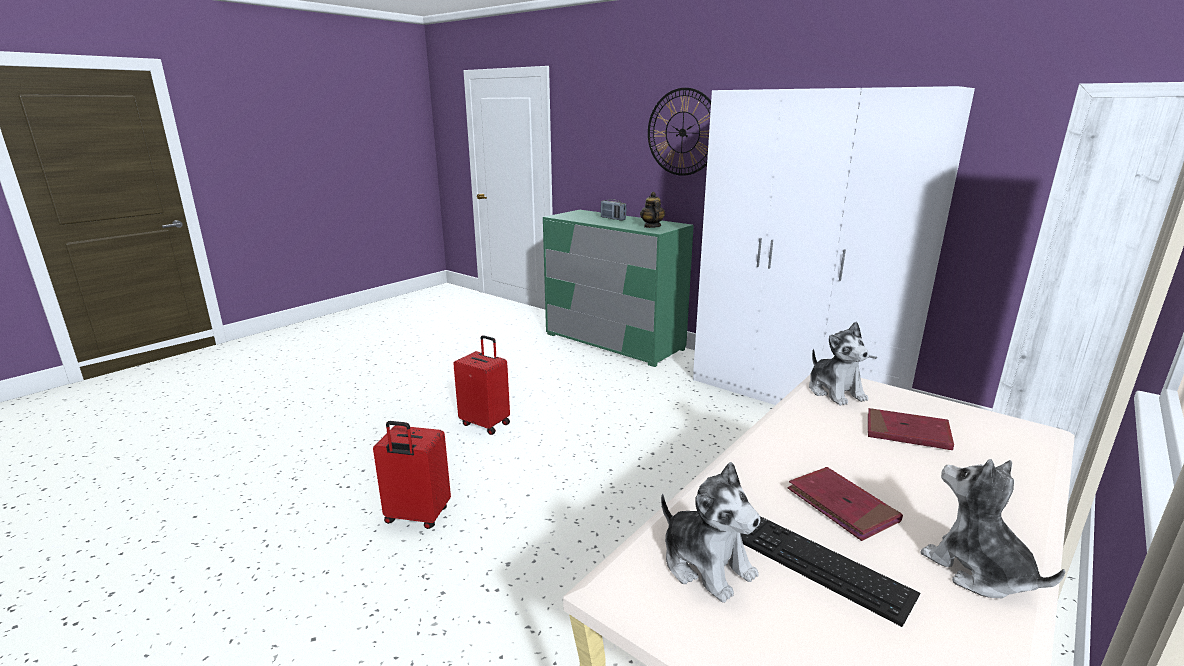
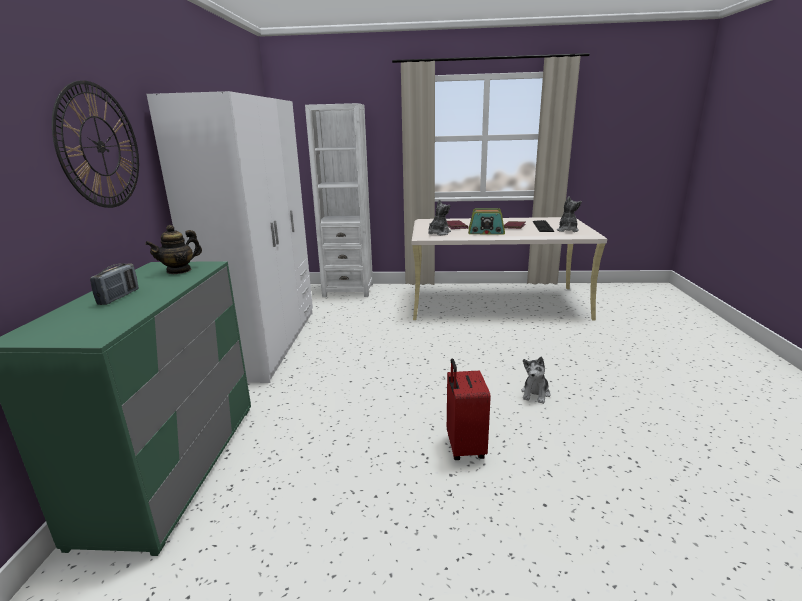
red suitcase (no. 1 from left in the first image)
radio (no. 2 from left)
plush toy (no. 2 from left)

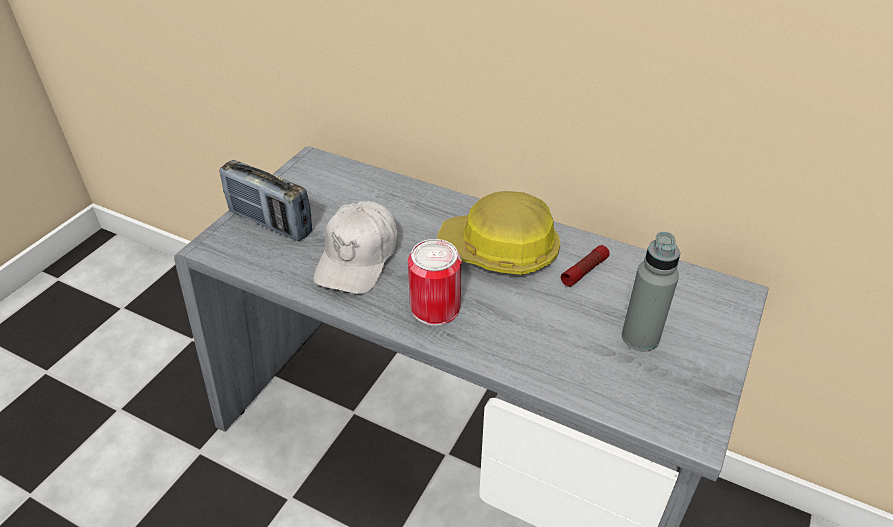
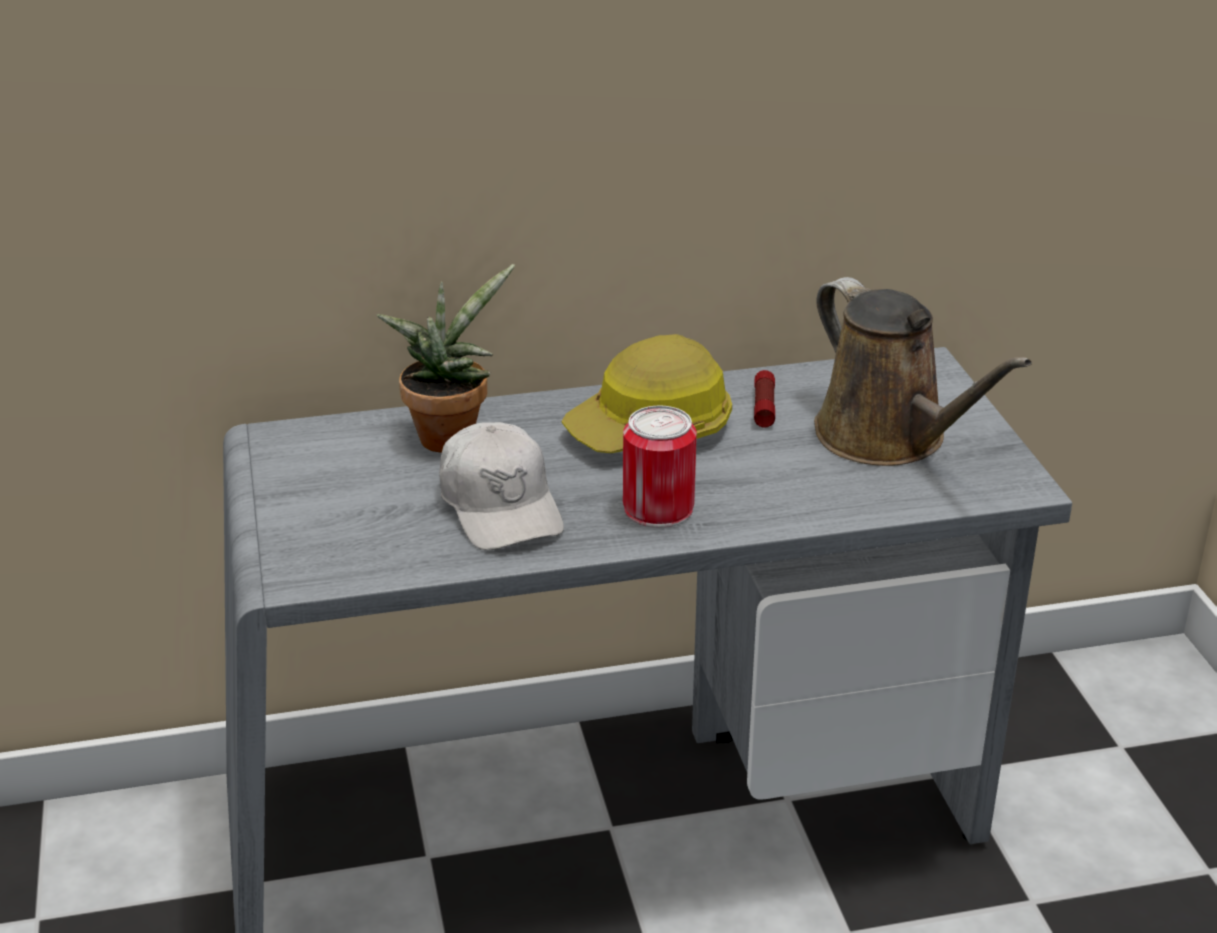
radio
potted plant
brown watering can

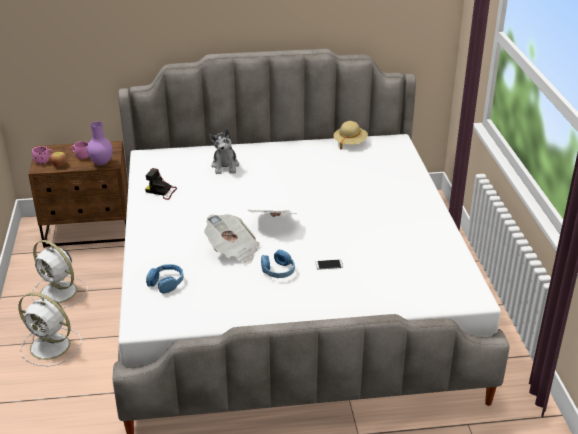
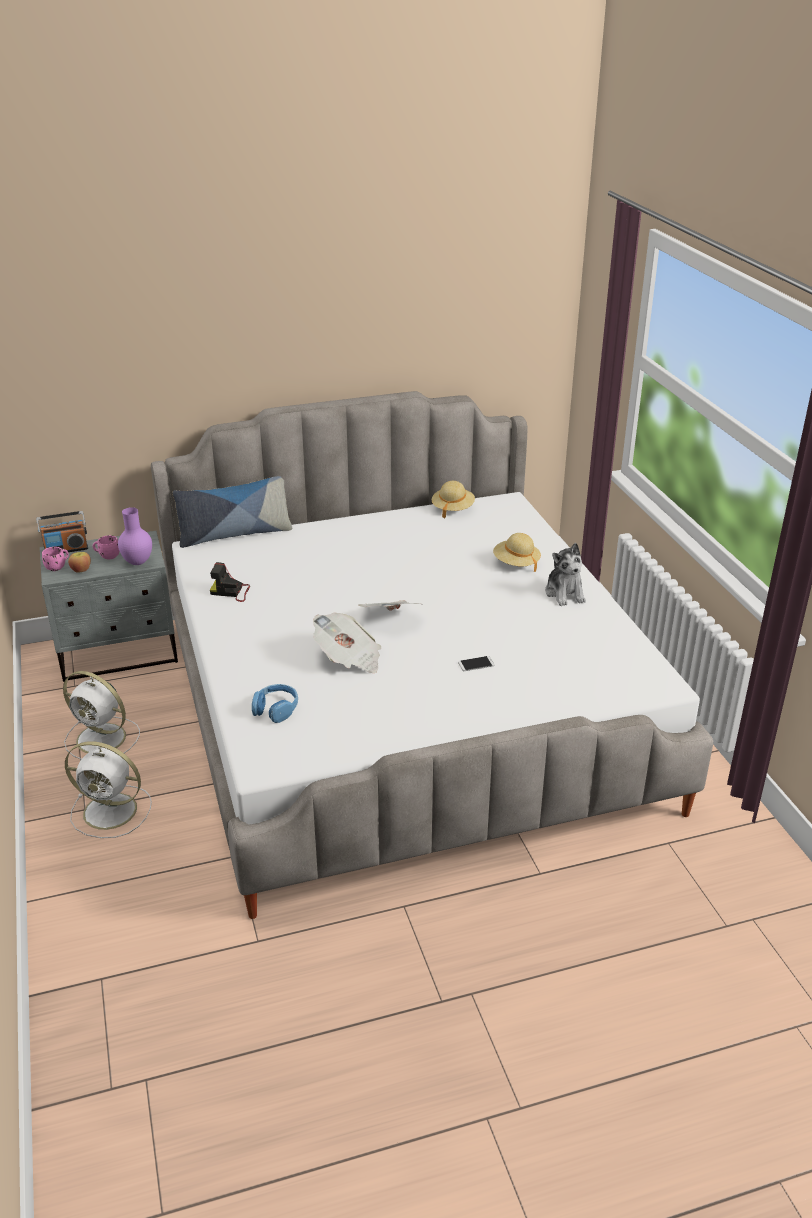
blue headphones (no. 2 from left in the first image)
radio
pillow
beige hat (no. 2 from left)
plush toy
grey nightstand

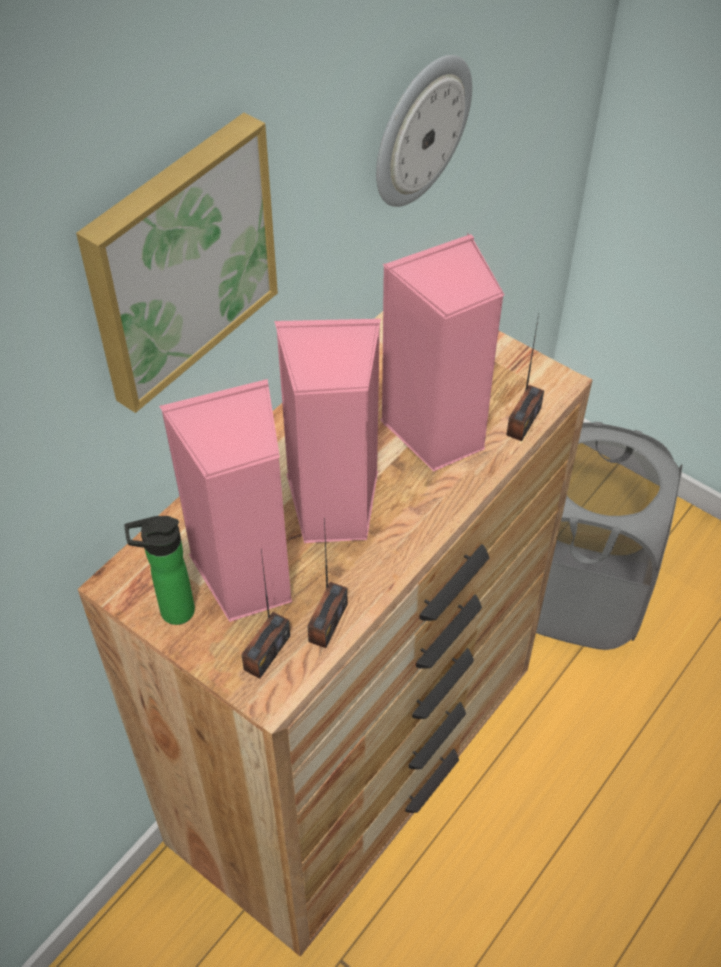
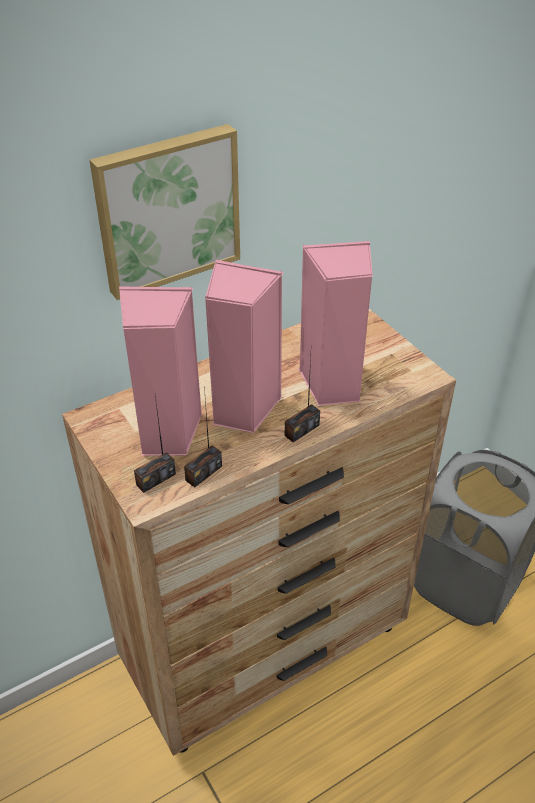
bottle
wall clock
radio (no. 3 from left)

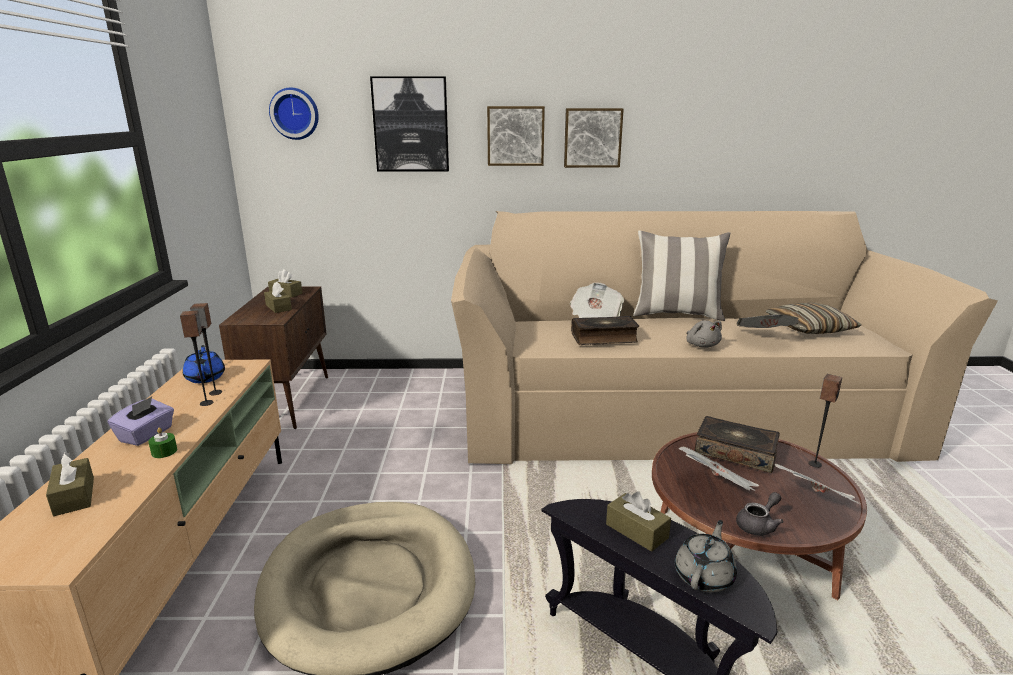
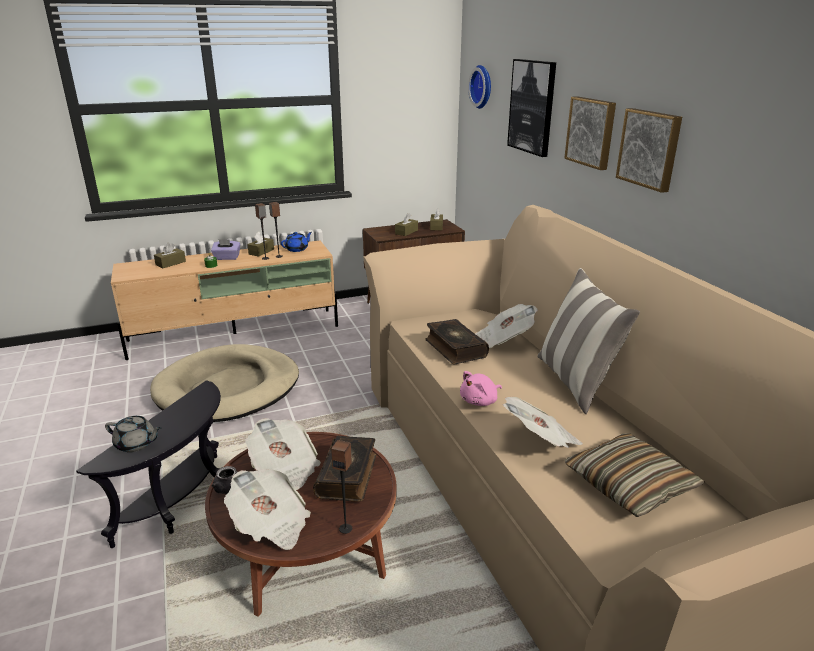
brown tissue box (no. 2 from left)
pink plush toy

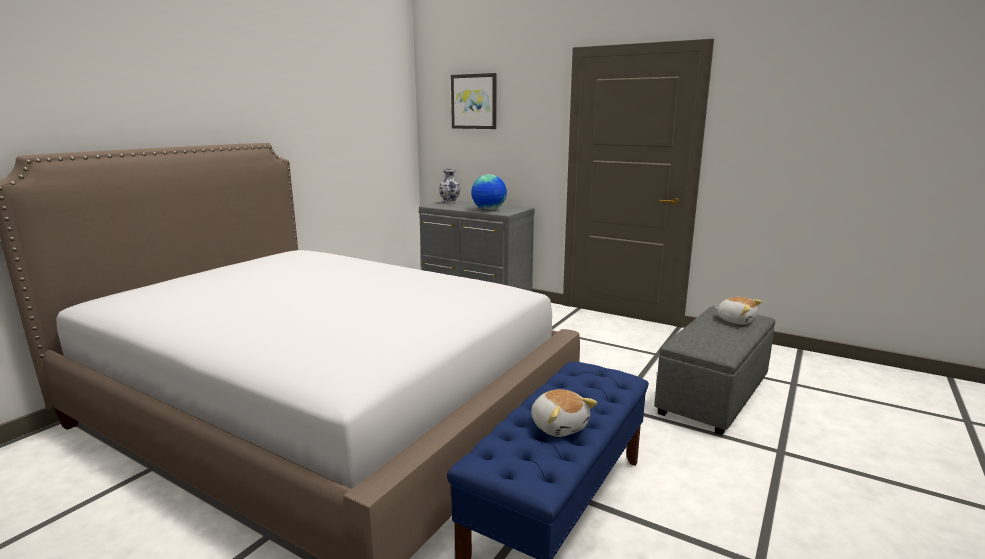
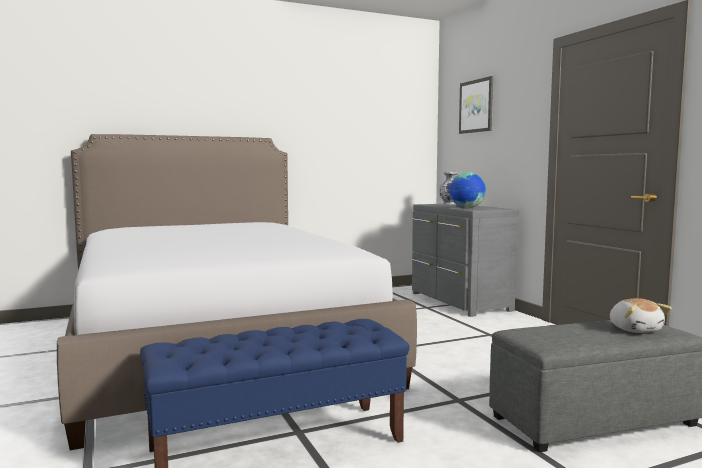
plush toy (no. 1 from left in the first image)

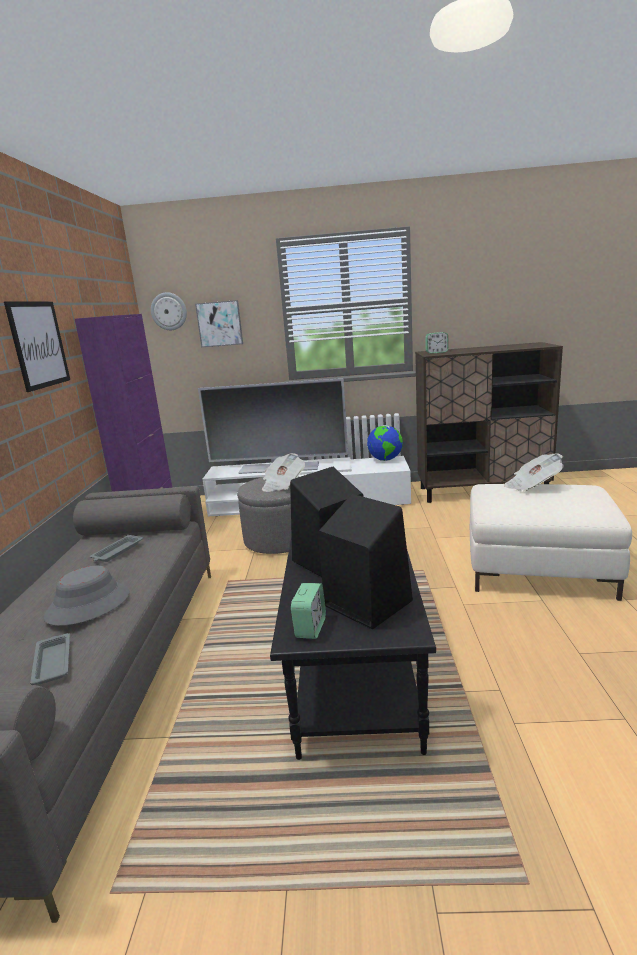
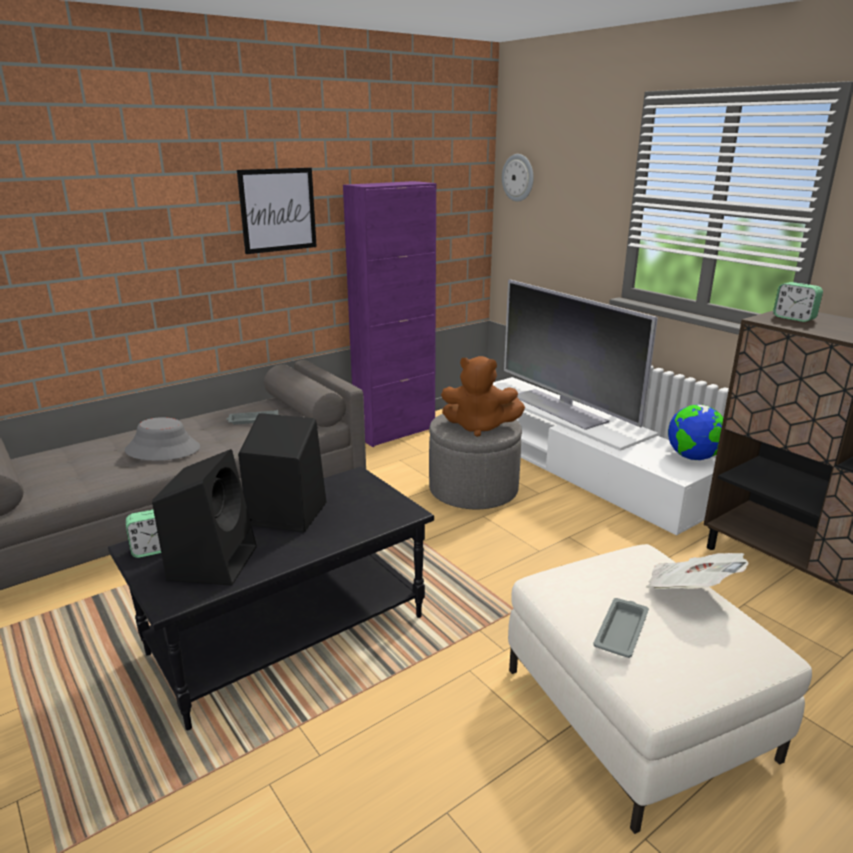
picture (no. 2 from left in the first image)
grey tray (no. 2 from left)
brown plush toy

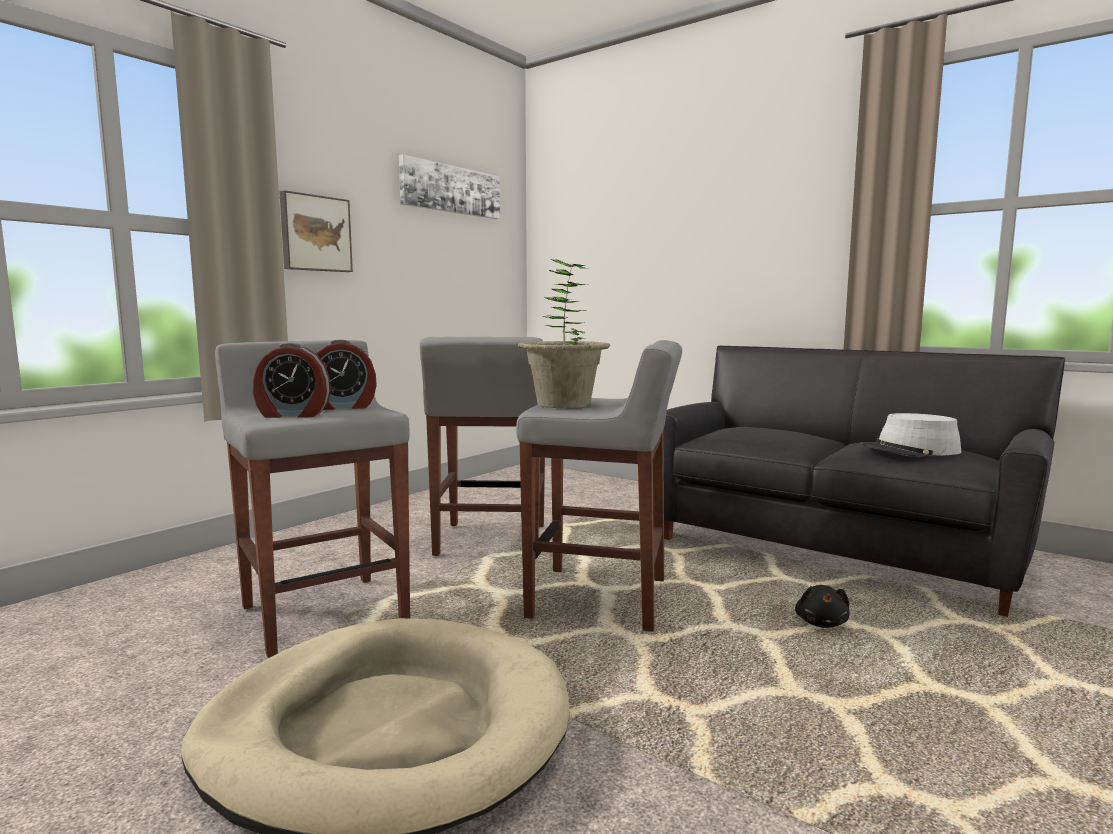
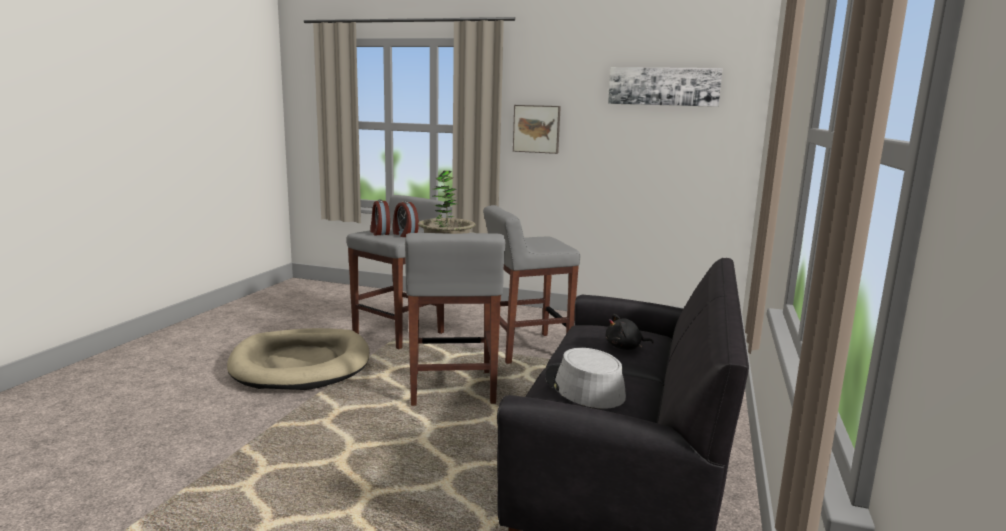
black plush toy

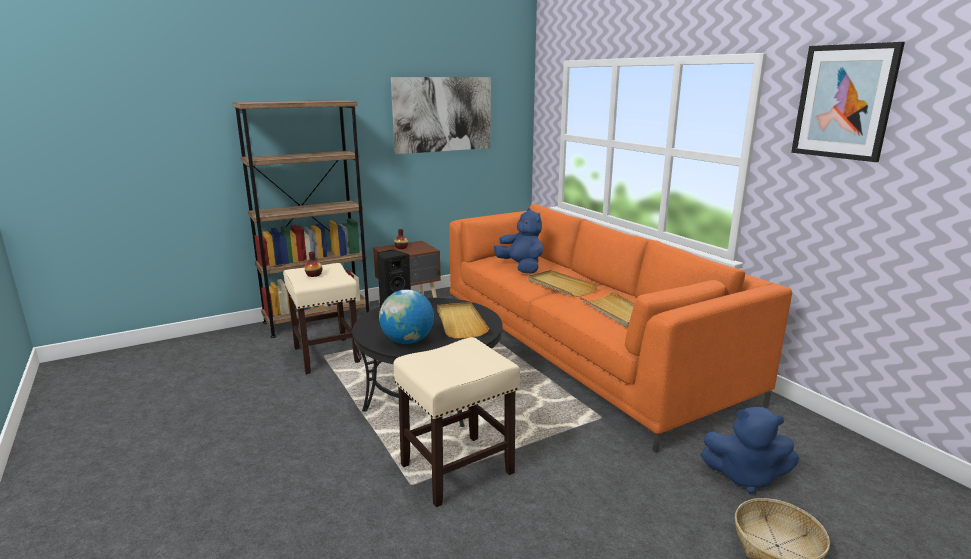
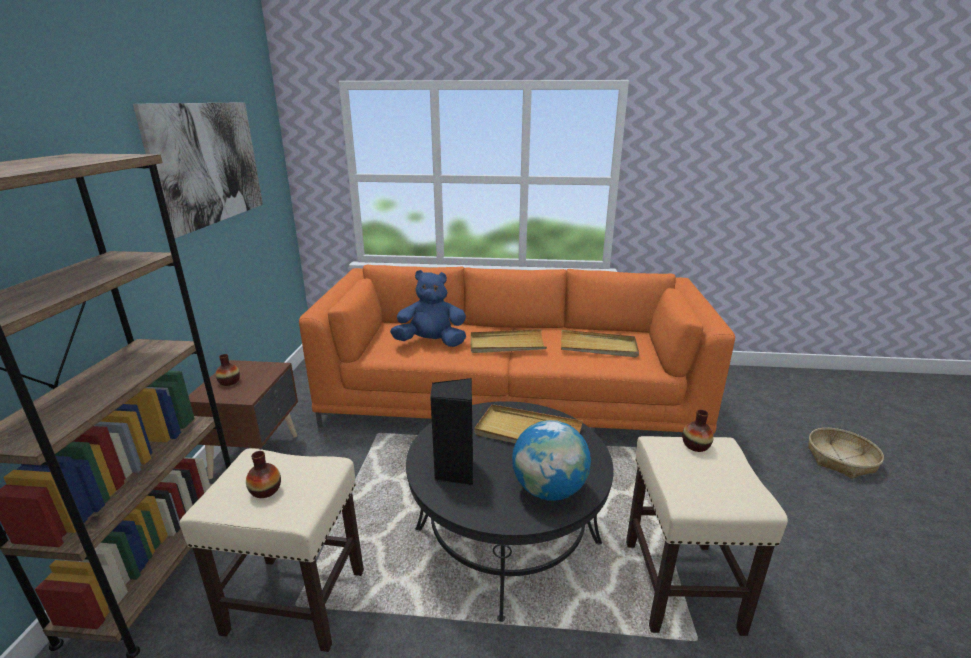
blue plush toy (no. 2 from left in the first image)
picture (no. 2 from left in the first image)
vase (no. 3 from left)

